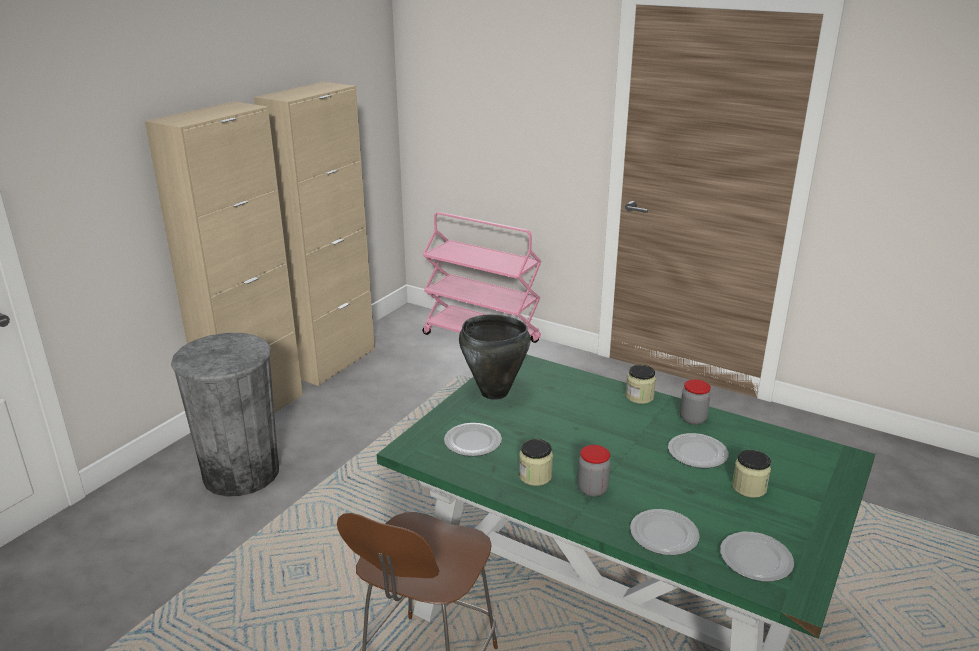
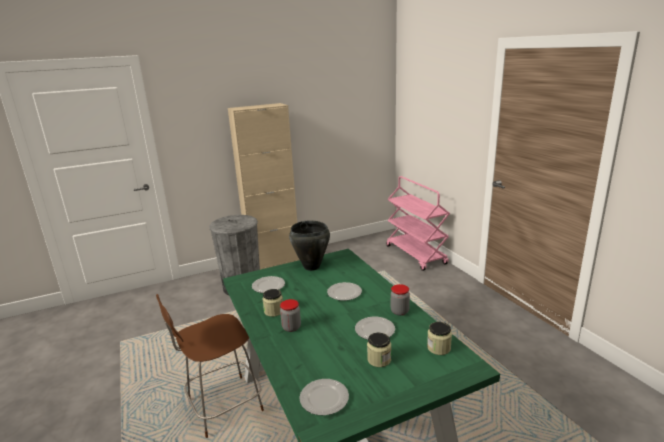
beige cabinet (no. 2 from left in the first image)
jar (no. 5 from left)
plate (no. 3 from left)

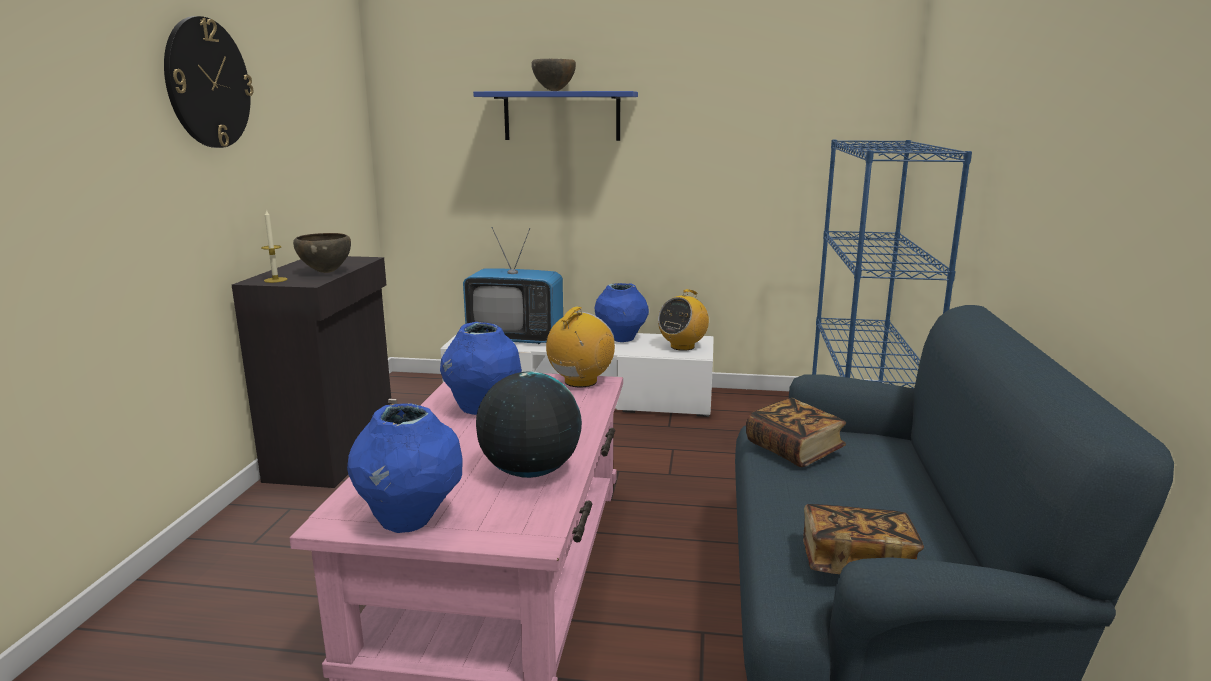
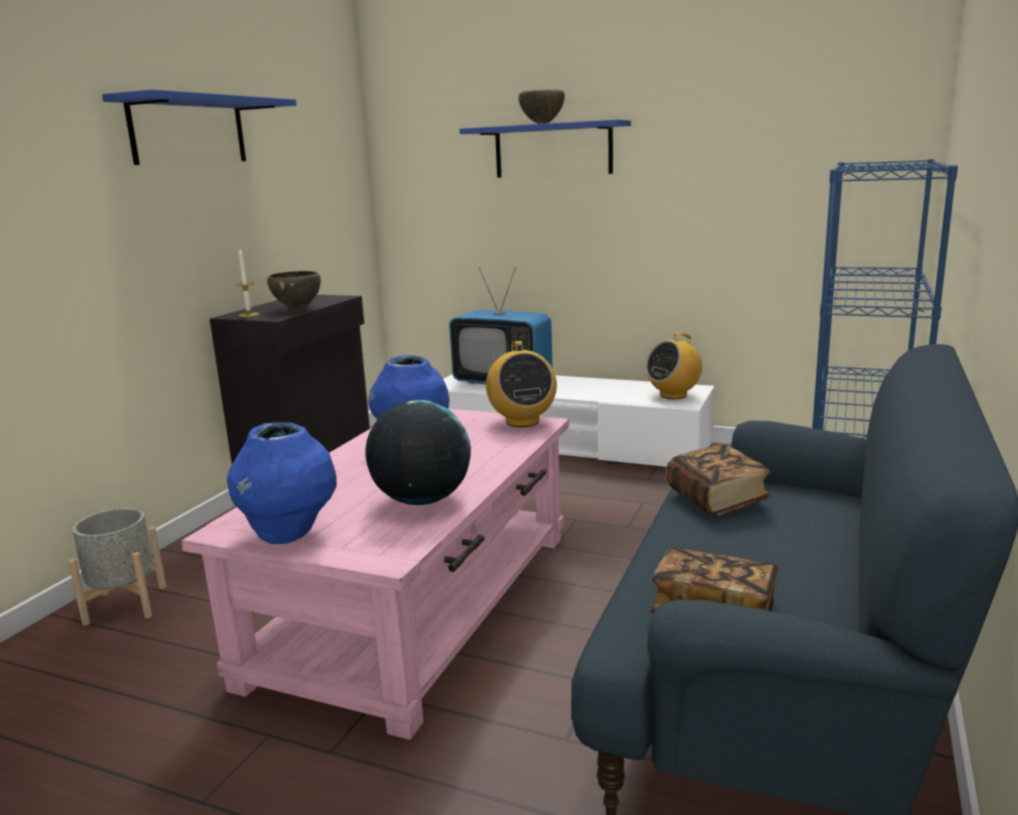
blue vase (no. 3 from left in the first image)
grey planter
blue shelf (no. 1 from left)
radio (no. 1 from left)

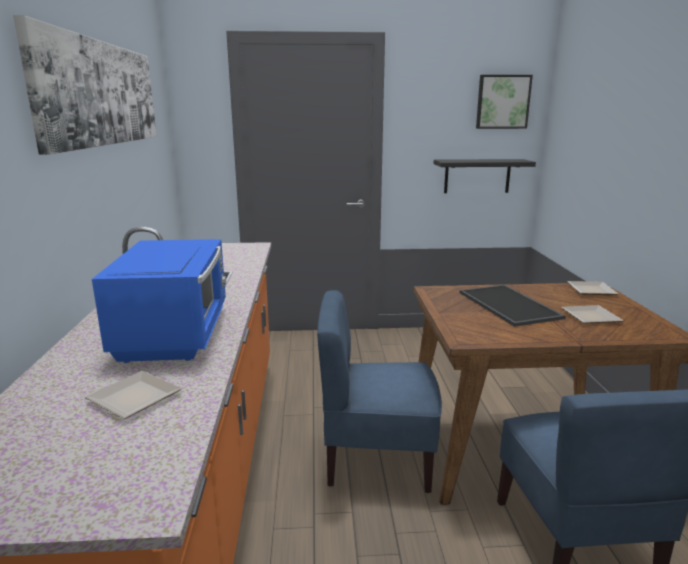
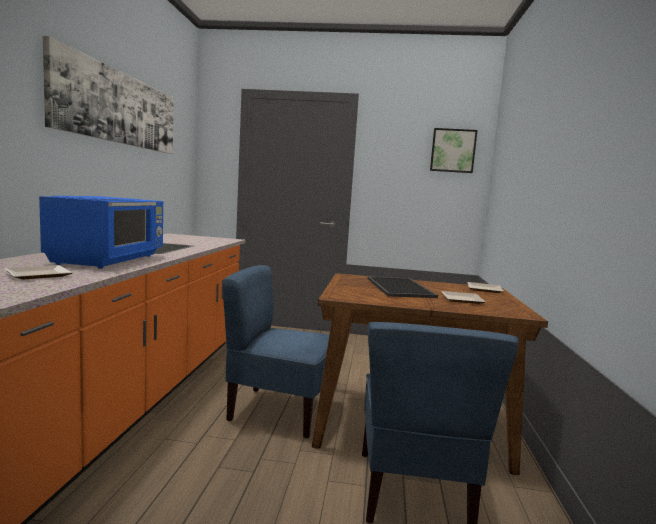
black shelf

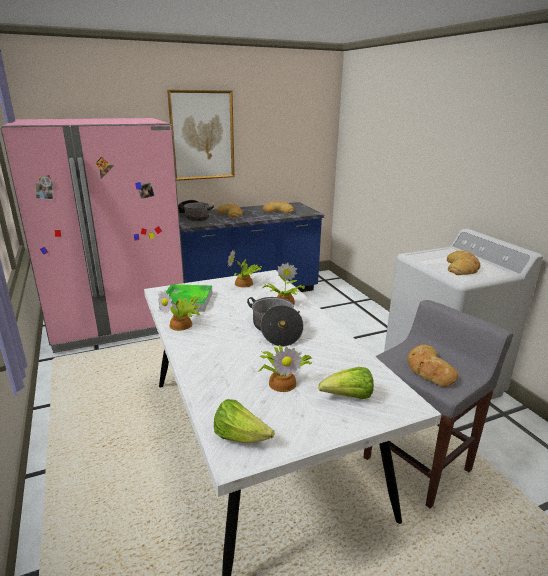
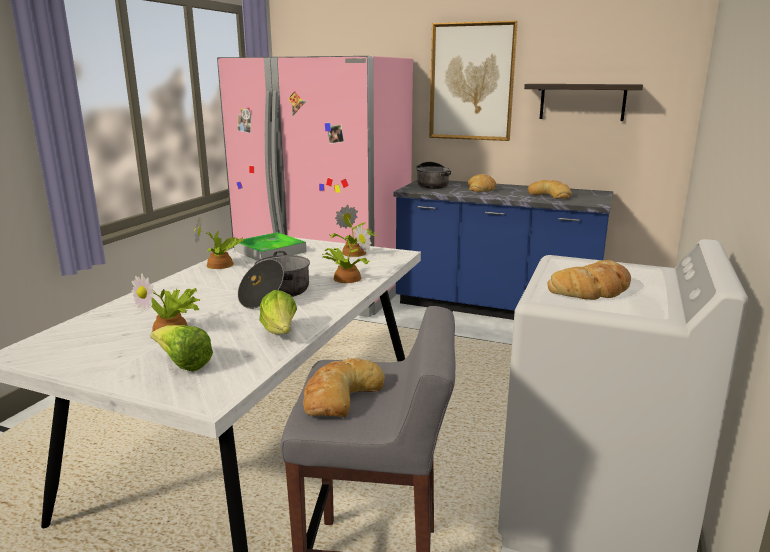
shelf
lettuce (no. 2 from left)

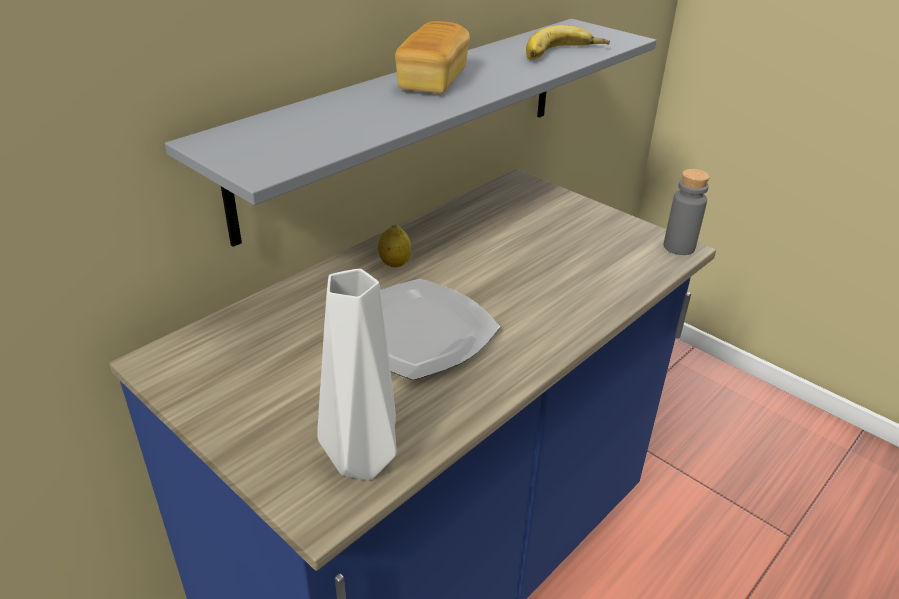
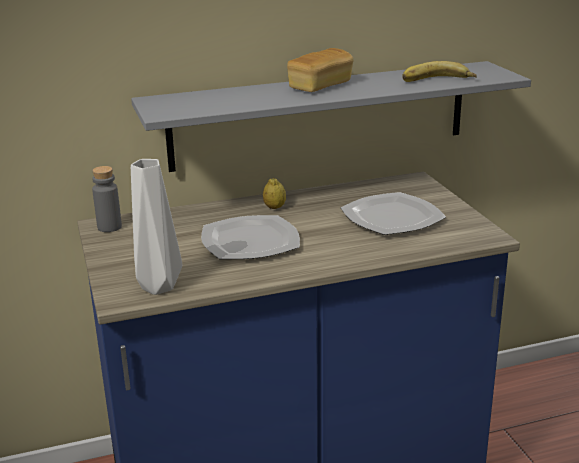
plate (no. 2 from left)
grey bottle

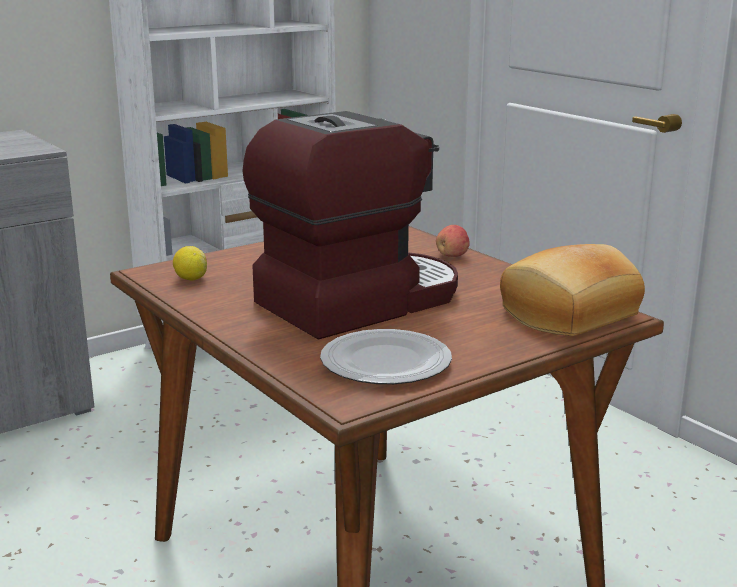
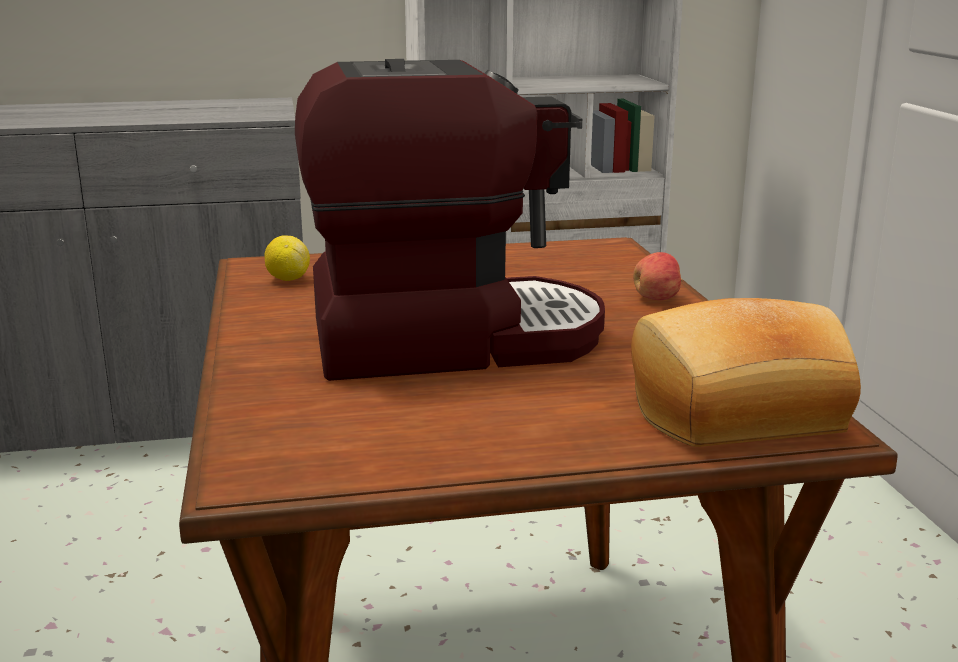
plate

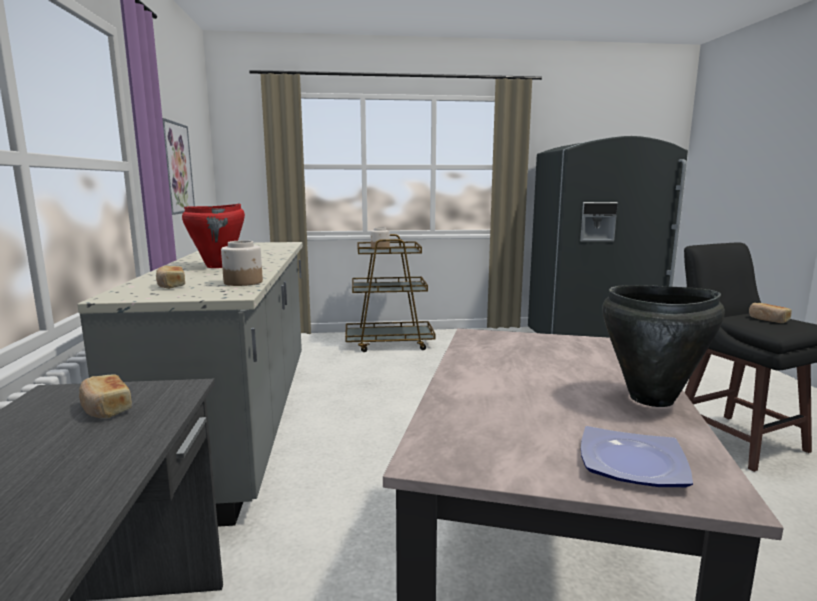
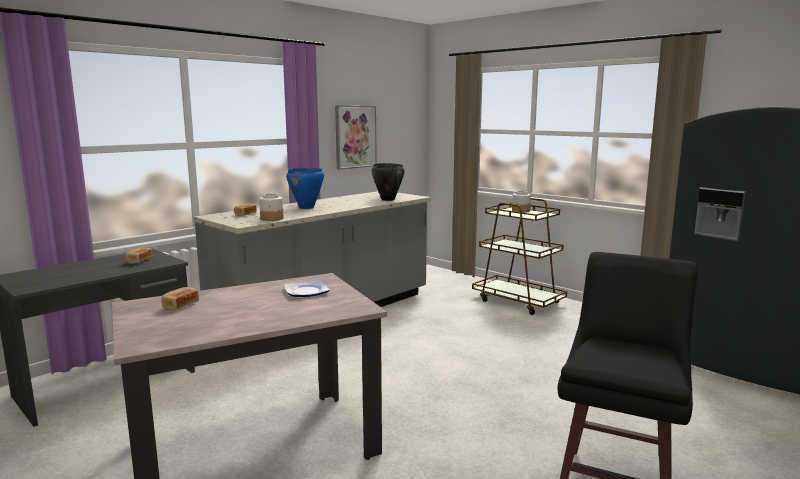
plate
black cooking pot
bread (no. 2 from left)
blue cooking pot

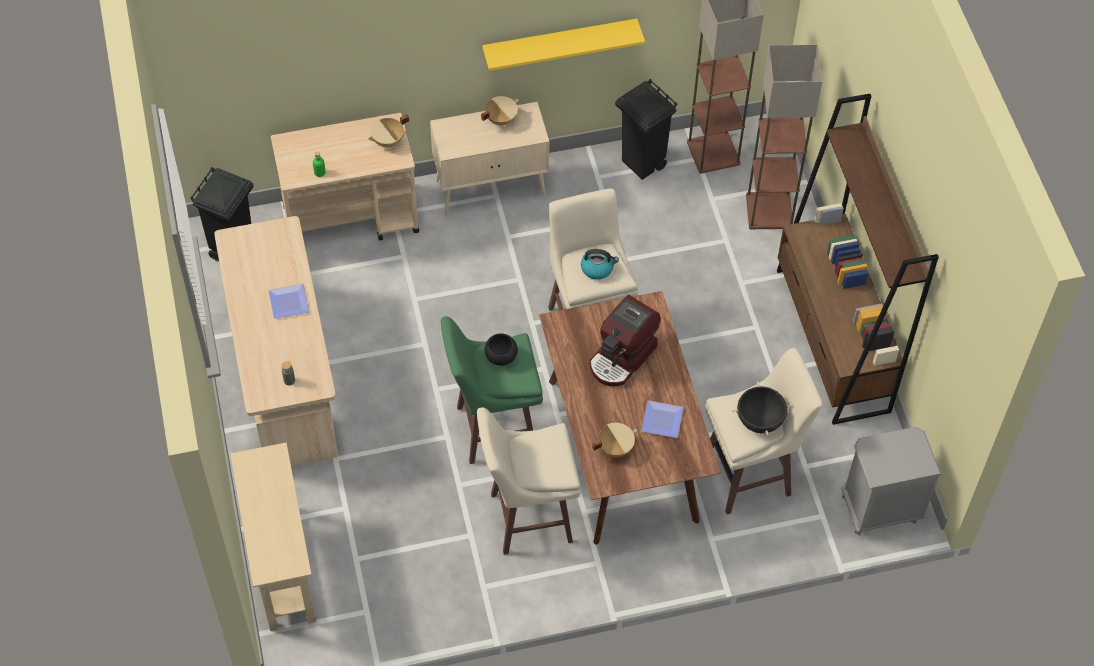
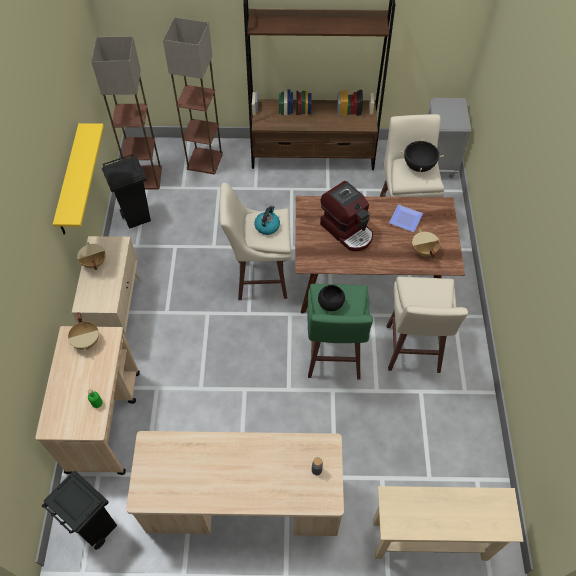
plate (no. 1 from left in the first image)

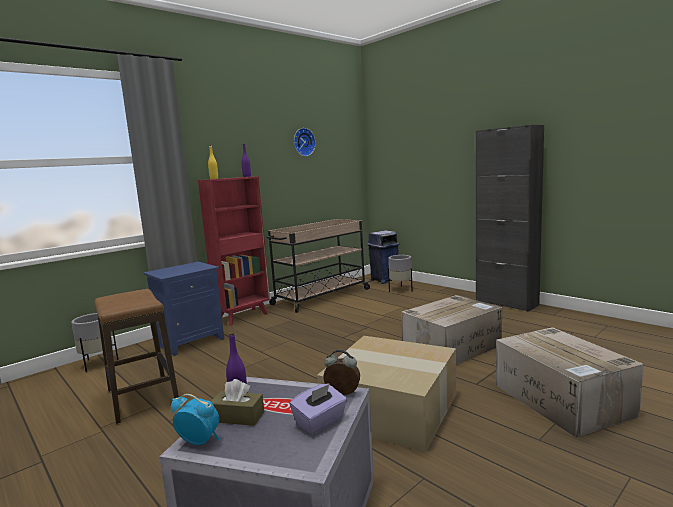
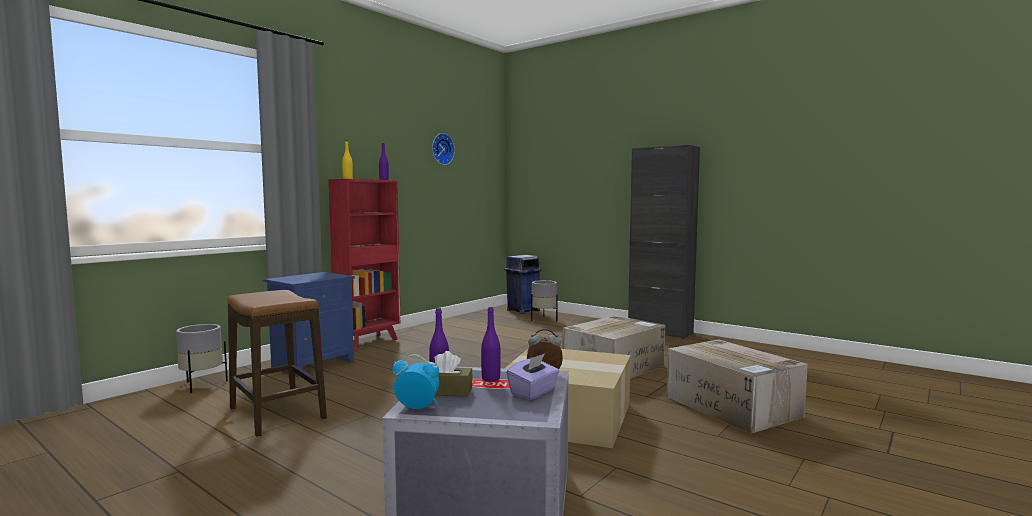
beige cart
purple bottle (no. 3 from left)

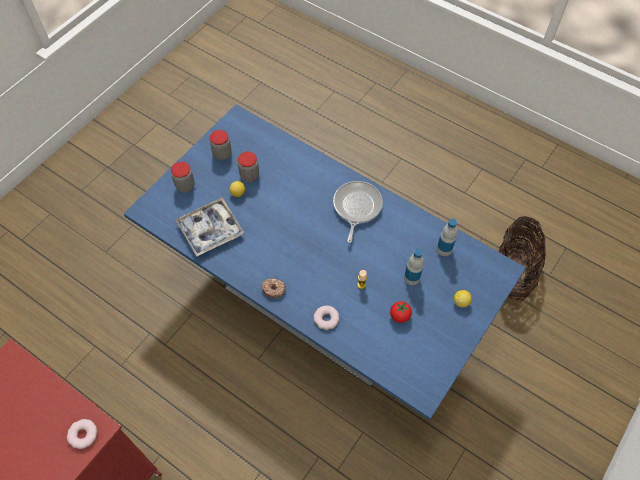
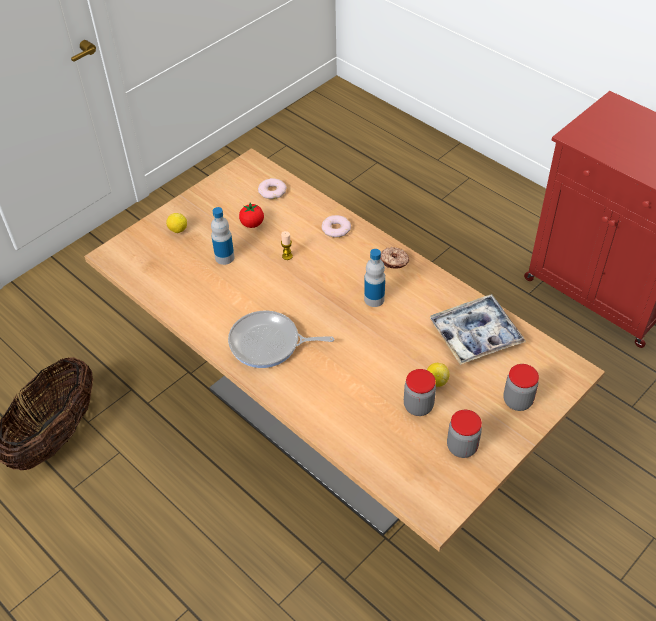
donut (no. 1 from left)
bottle (no. 2 from left)
beige dining table
frying pan

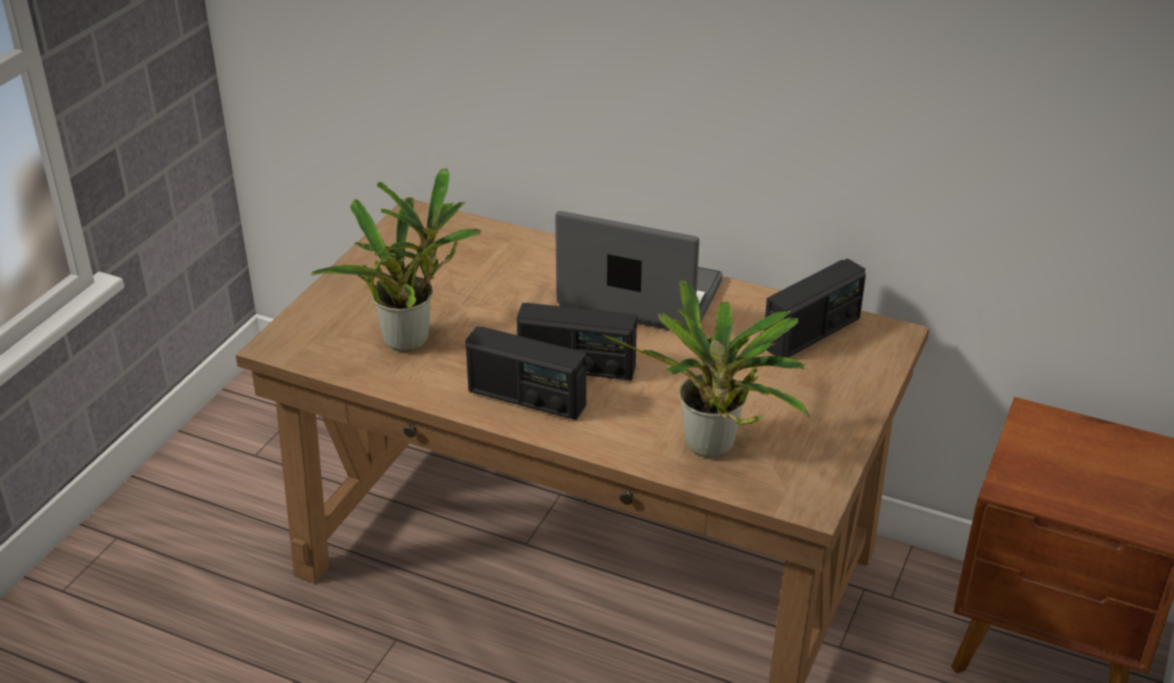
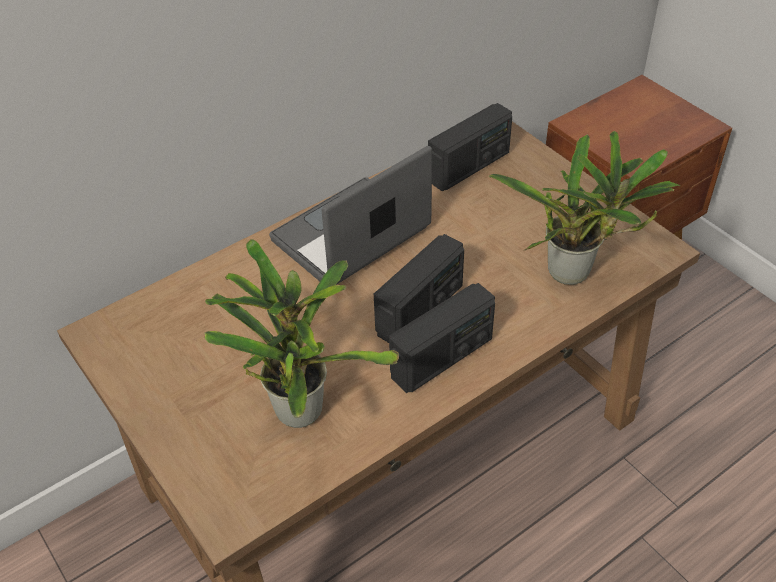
radio (no. 3 from left)

